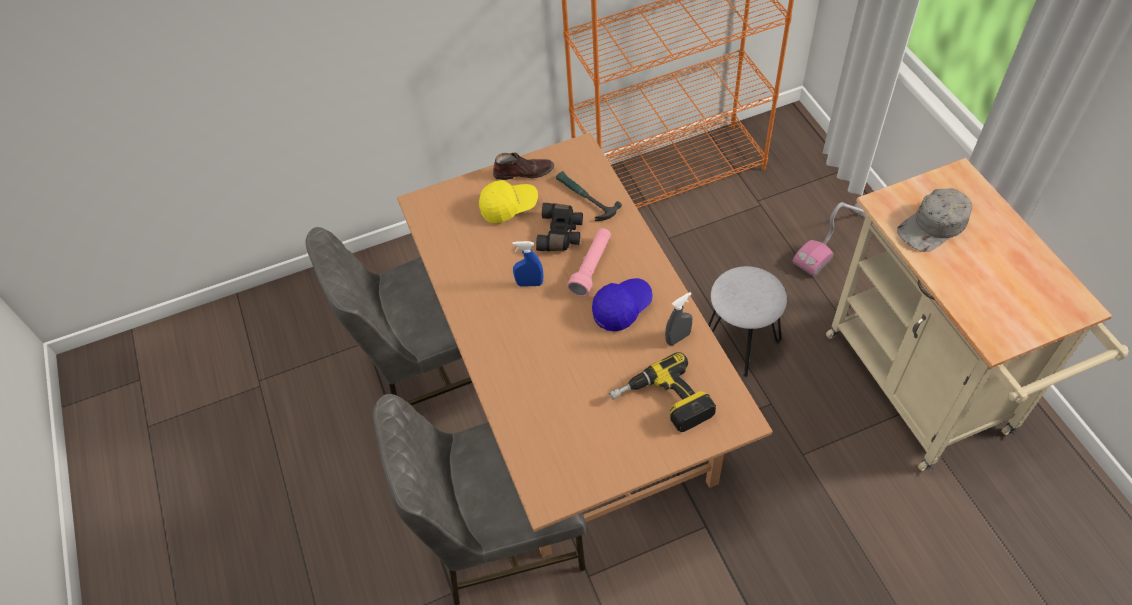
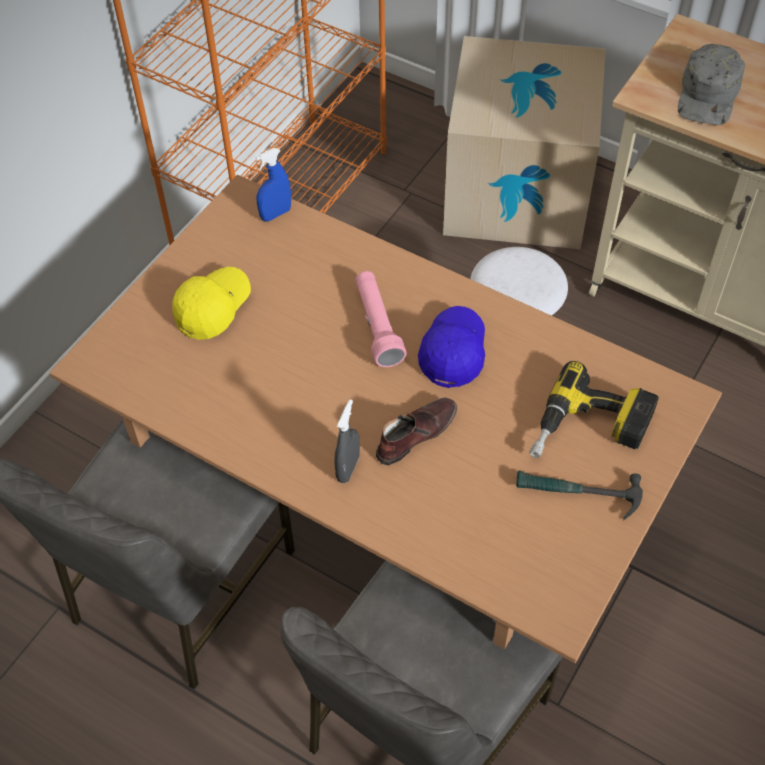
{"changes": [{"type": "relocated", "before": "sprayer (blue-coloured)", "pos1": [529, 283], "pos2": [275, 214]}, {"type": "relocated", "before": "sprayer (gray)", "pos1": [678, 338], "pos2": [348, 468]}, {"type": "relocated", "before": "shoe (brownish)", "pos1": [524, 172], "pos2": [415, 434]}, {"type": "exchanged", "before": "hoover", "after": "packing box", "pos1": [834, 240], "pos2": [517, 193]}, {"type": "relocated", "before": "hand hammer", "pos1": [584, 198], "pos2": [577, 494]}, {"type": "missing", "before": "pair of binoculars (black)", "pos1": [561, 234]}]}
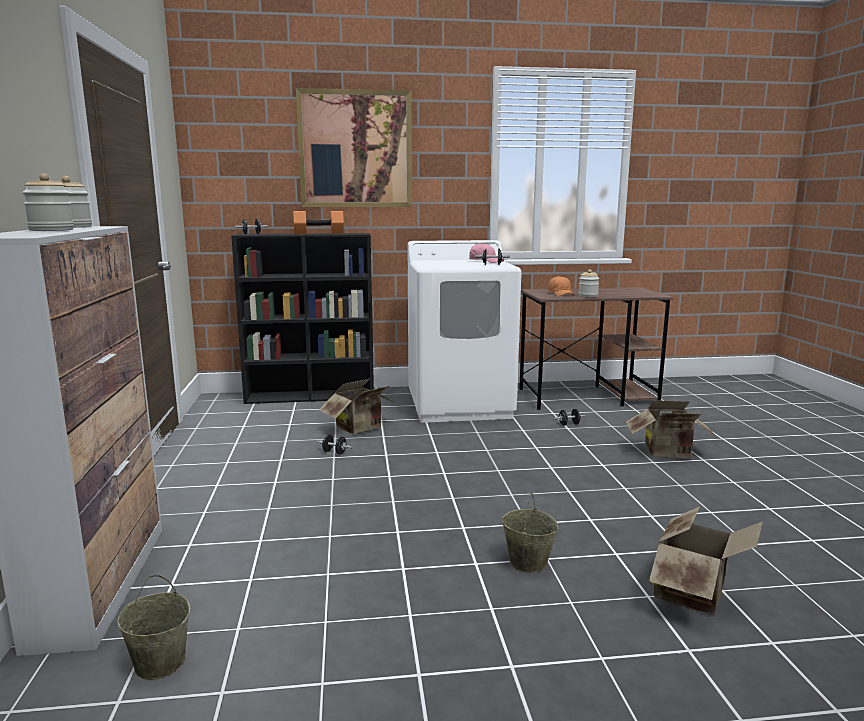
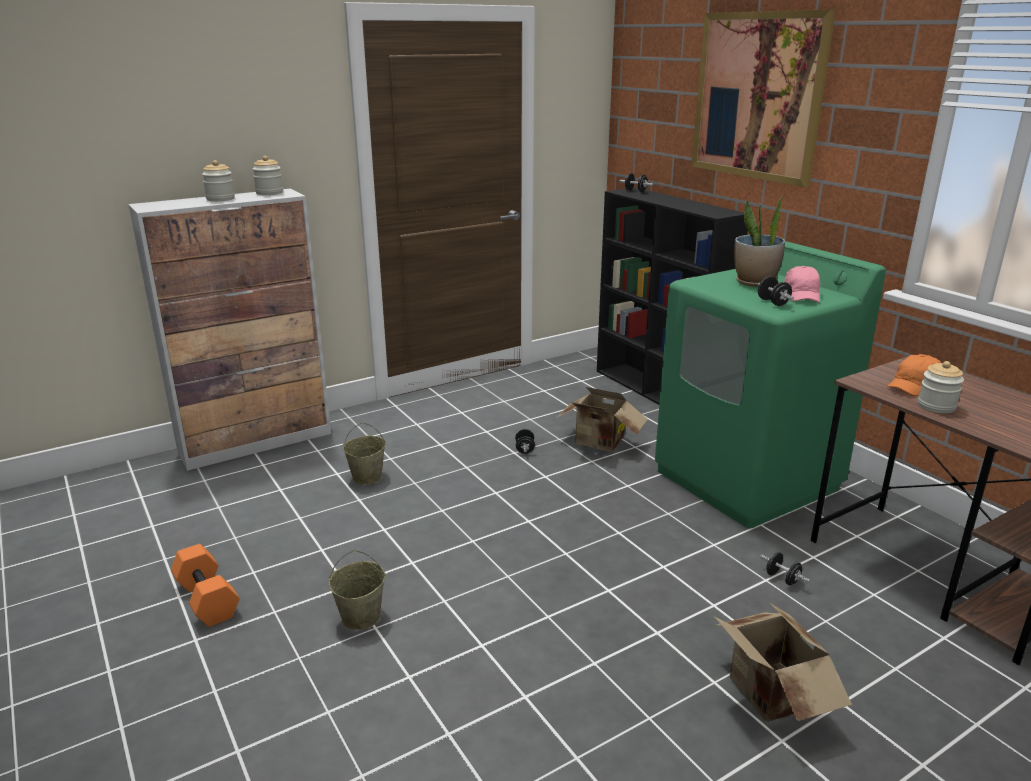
{"changes": [{"type": "relocated", "before": "hand weight (orange-coloured)", "pos1": [319, 233], "pos2": [209, 599]}, {"type": "relocated", "before": "pail (sand-coloured)", "pos1": [159, 663], "pos2": [367, 477]}, {"type": "colour", "before": "washing machine (white-coloured)", "after": "washing machine (green-coloured)", "pos1": [460, 405], "pos2": [747, 480]}, {"type": "appeared", "after": "houseplant", "pos2": [755, 282]}, {"type": "missing", "before": "packing box", "pos1": [696, 594]}]}
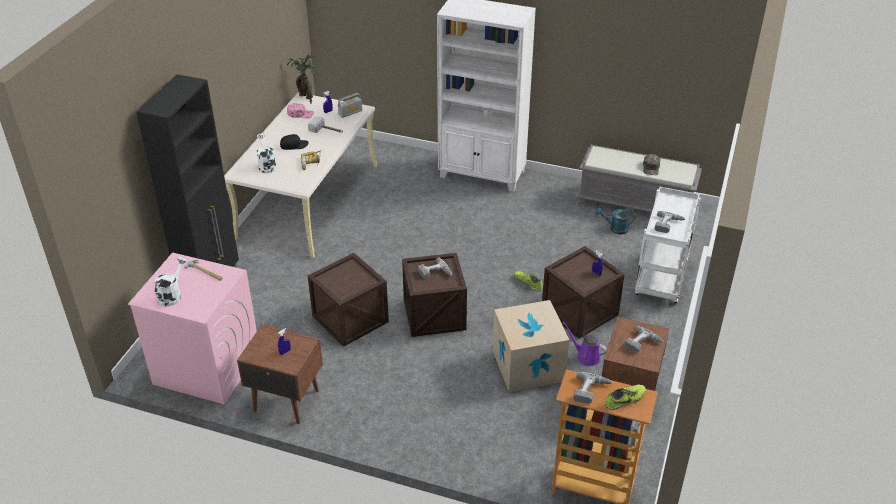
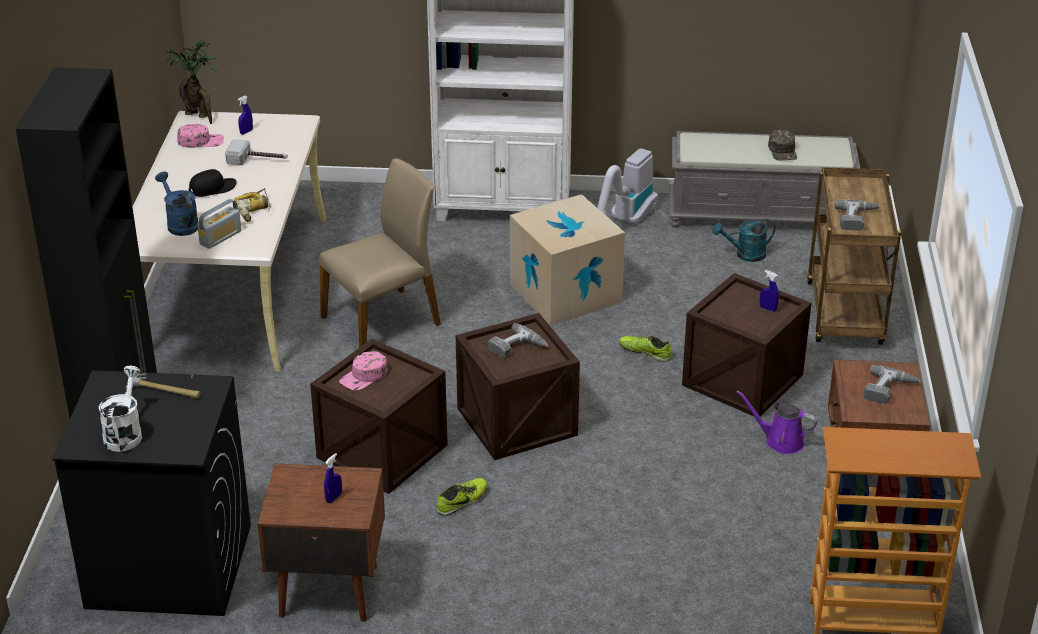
{"changes": [{"type": "colour", "before": "washing machine (pink)", "after": "washing machine (black)", "pos1": [206, 367], "pos2": [168, 566]}, {"type": "colour", "before": "watering can (white-coloured)", "after": "watering can (blue-coloured)", "pos1": [266, 165], "pos2": [180, 224]}, {"type": "relocated", "before": "radio set", "pos1": [350, 113], "pos2": [220, 237]}, {"type": "appeared", "after": "upright chair (sand-coloured)", "pos2": [383, 321]}, {"type": "appeared", "after": "peaked cap (pink)", "pos2": [364, 376]}, {"type": "relocated", "before": "shoe", "pos1": [625, 400], "pos2": [462, 501]}, {"type": "relocated", "before": "packing box", "pos1": [528, 365], "pos2": [565, 293]}, {"type": "appeared", "after": "hoover", "pos2": [625, 221]}, {"type": "colour", "before": "wheeled cart (white-coloured)", "after": "wheeled cart (brownish)", "pos1": [661, 280], "pos2": [846, 315]}, {"type": "missing", "before": "power drill", "pos1": [591, 391]}]}
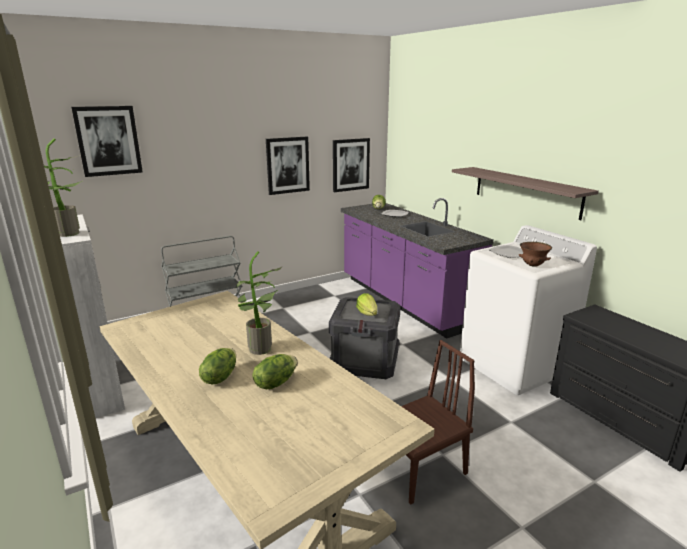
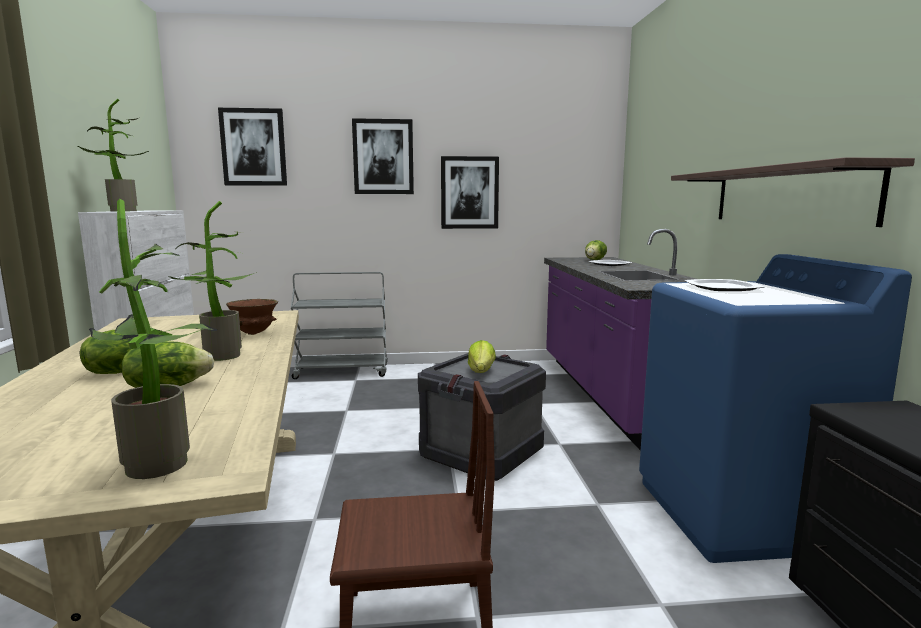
{"changes": [{"type": "appeared", "after": "houseplant", "pos2": [167, 464]}, {"type": "relocated", "before": "serving bowl (brownish)", "pos1": [533, 265], "pos2": [254, 333]}, {"type": "relocated", "before": "wall art", "pos1": [350, 164], "pos2": [383, 157]}, {"type": "colour", "before": "washing machine (white-coloured)", "after": "washing machine (blue-coloured)", "pos1": [514, 365], "pos2": [740, 514]}]}
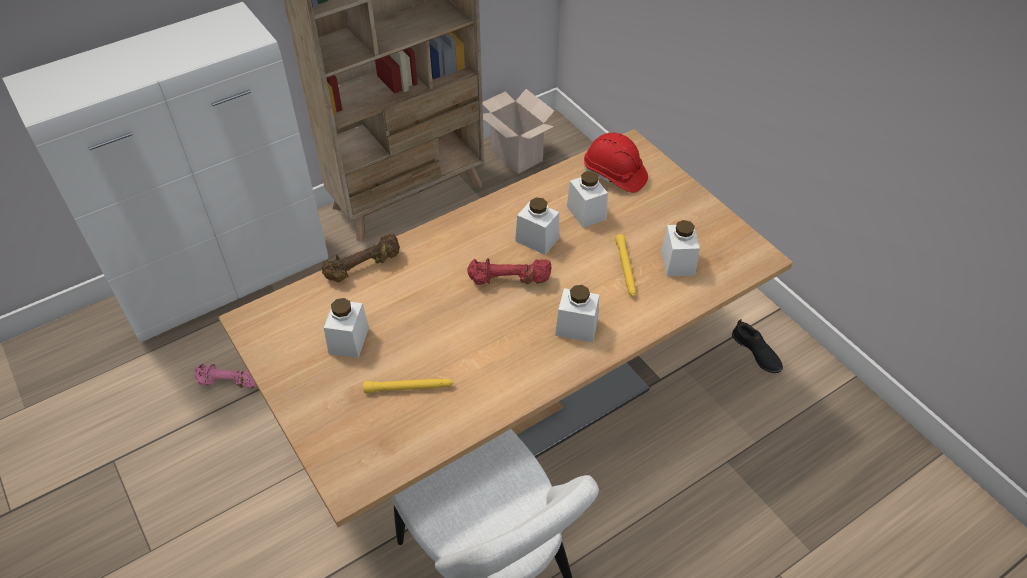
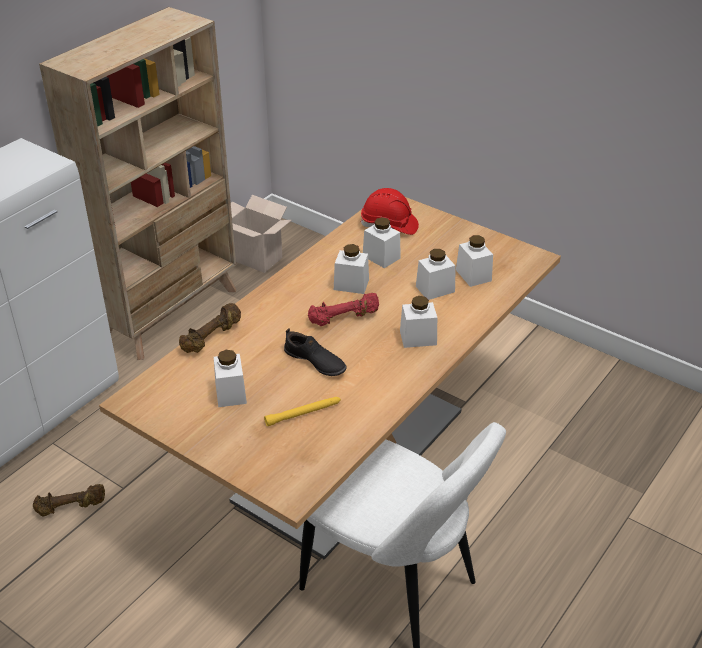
{"changes": [{"type": "colour", "before": "hand weight (pink)", "after": "hand weight (brownish)", "pos1": [230, 382], "pos2": [71, 507]}, {"type": "relocated", "before": "shoe (black)", "pos1": [756, 353], "pos2": [315, 362]}, {"type": "exchanged", "before": "torch (yellow-coloured)", "after": "preserve jar (white-coloured)", "pos1": [625, 269], "pos2": [435, 289]}]}
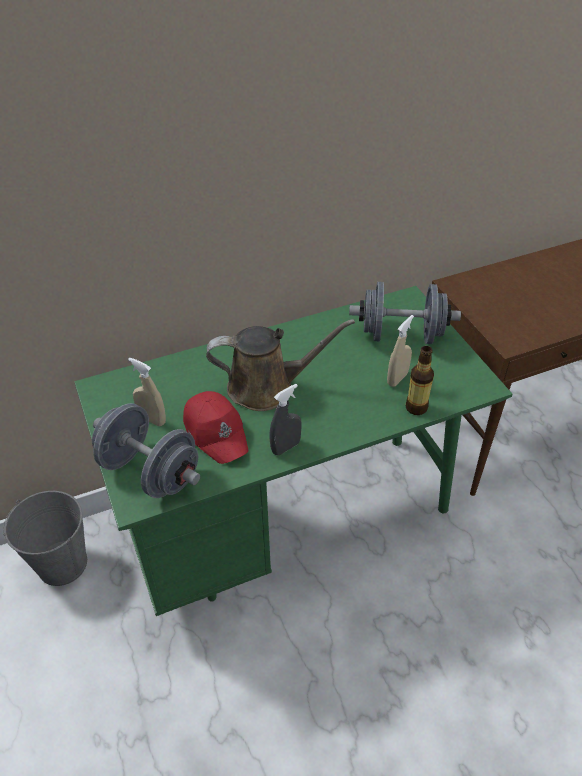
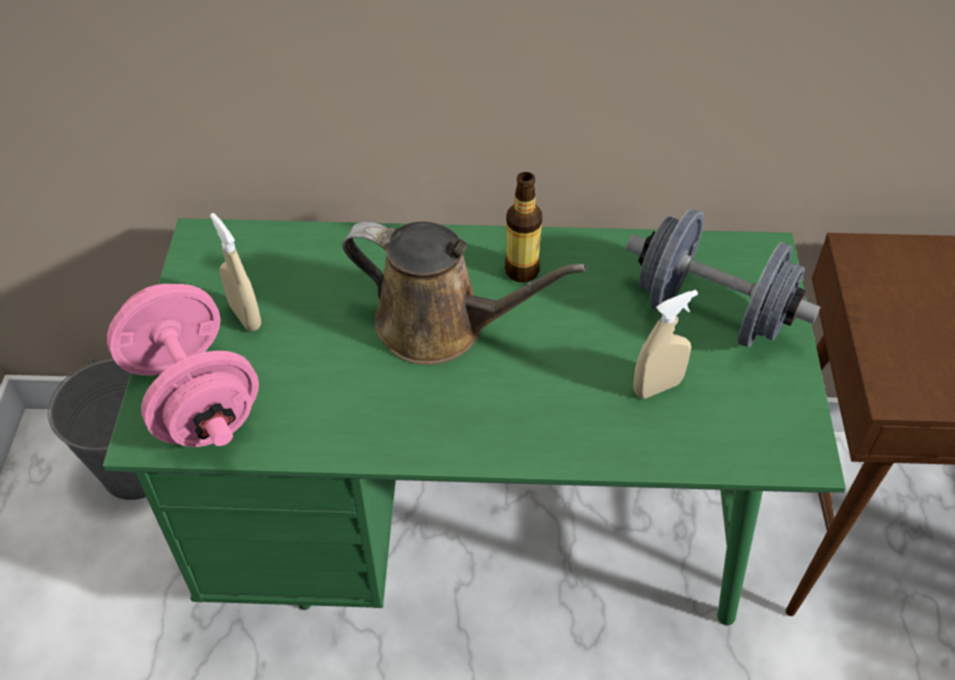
{"changes": [{"type": "colour", "before": "hand weight (gray)", "after": "hand weight (pink)", "pos1": [150, 472], "pos2": [194, 397]}, {"type": "relocated", "before": "bottle", "pos1": [416, 407], "pos2": [522, 270]}, {"type": "missing", "before": "peaked cap (red)", "pos1": [216, 432]}, {"type": "missing", "before": "sprayer (gray)", "pos1": [286, 447]}]}
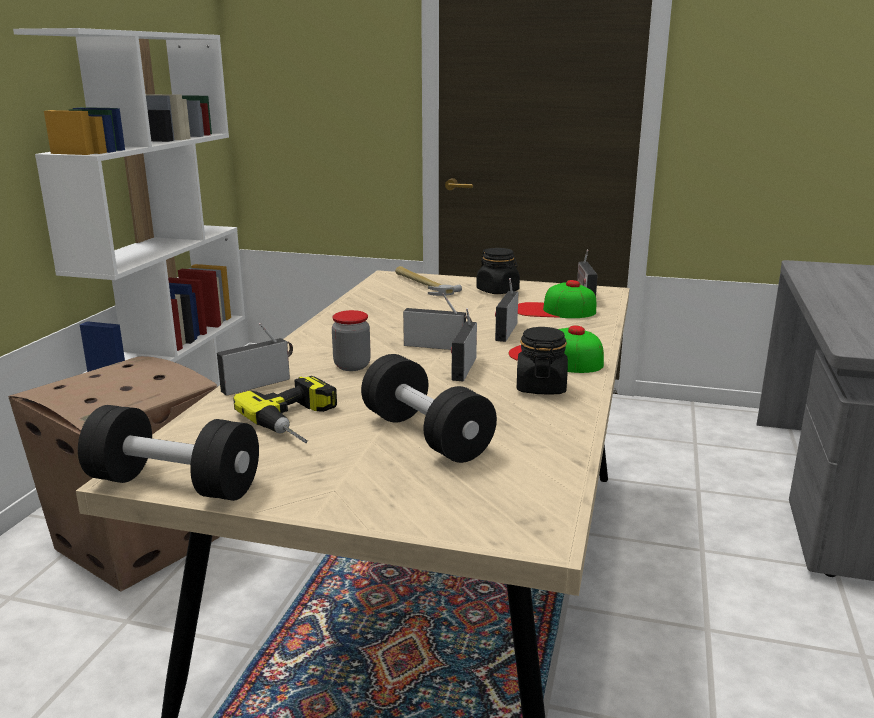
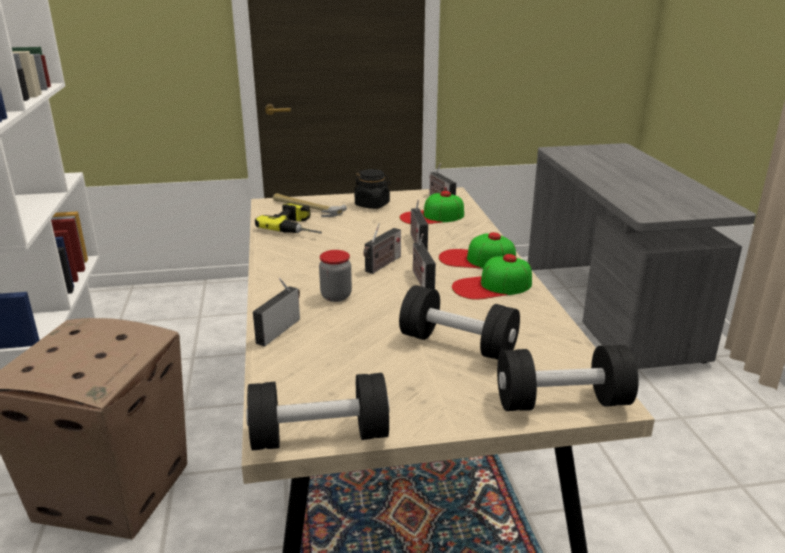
{"changes": [{"type": "relocated", "before": "power drill", "pos1": [301, 421], "pos2": [299, 227]}, {"type": "spun", "before": "radio set", "pos1": [438, 346], "pos2": [382, 265], "turn": 135}, {"type": "exchanged", "before": "preserve jar (black)", "after": "peaked cap", "pos1": [541, 387], "pos2": [492, 286]}, {"type": "appeared", "after": "hand weight (black)", "pos2": [562, 402]}]}
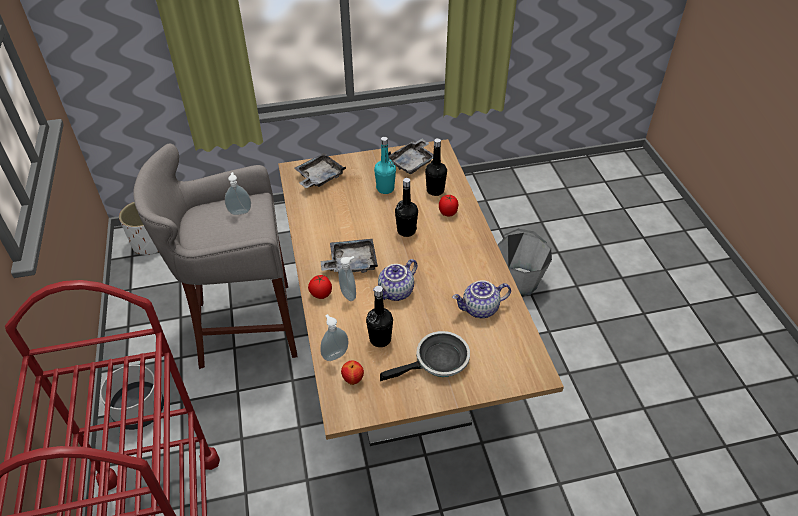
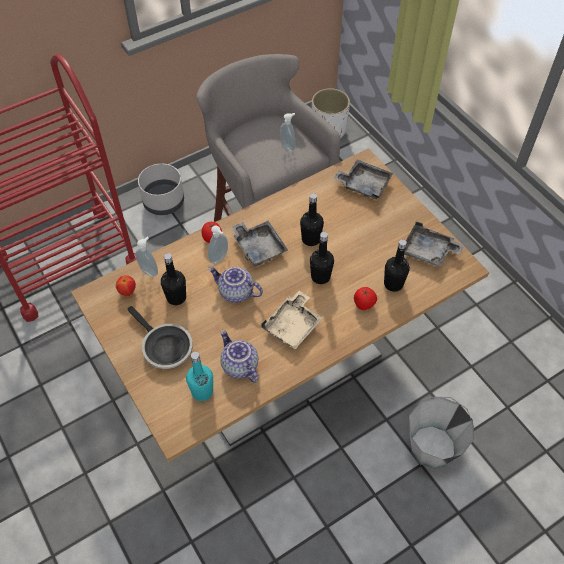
{"changes": [{"type": "relocated", "before": "bottle (blue-green)", "pos1": [385, 189], "pos2": [202, 391]}, {"type": "appeared", "after": "carrying tray (sand-coloured)", "pos2": [293, 326]}, {"type": "appeared", "after": "bottle (black)", "pos2": [311, 239]}]}
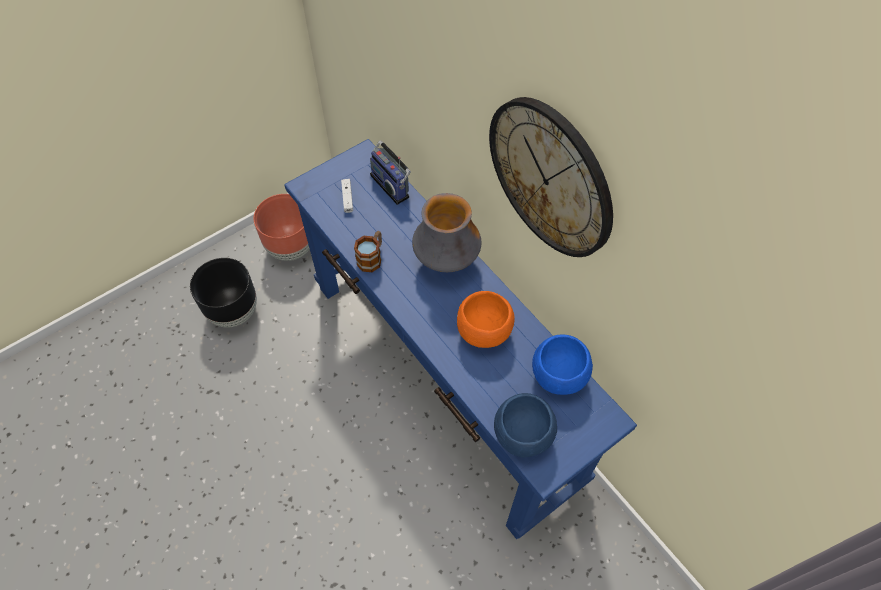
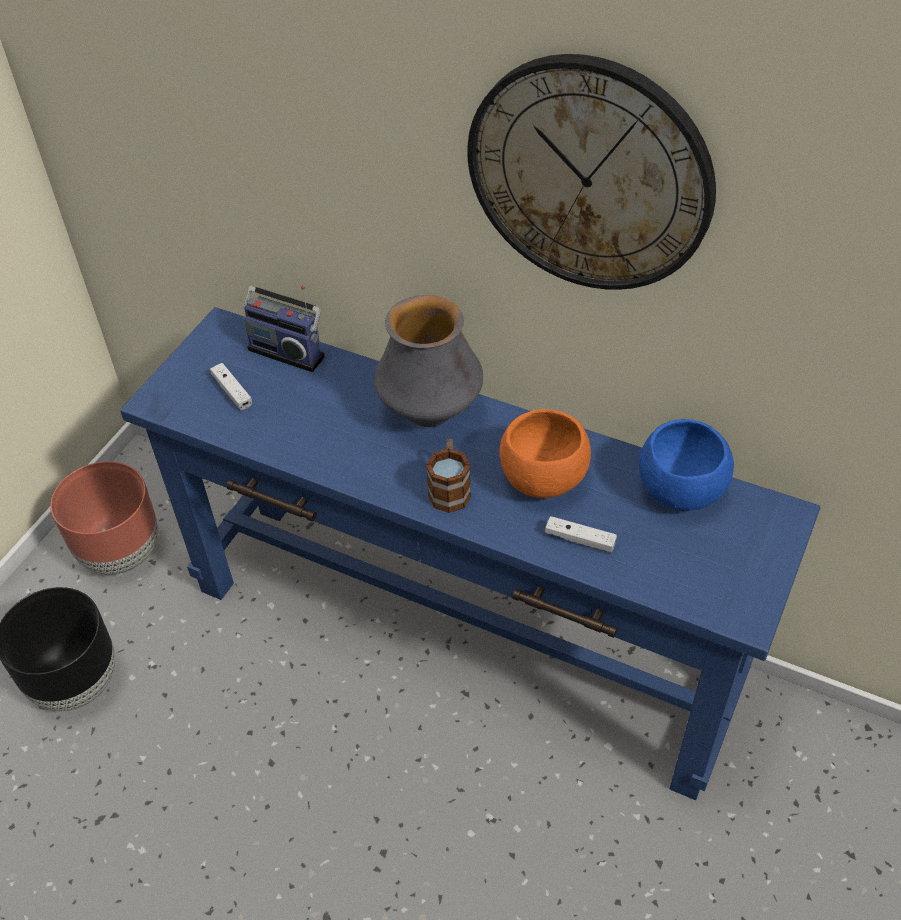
{"changes": [{"type": "relocated", "before": "tea mug", "pos1": [372, 257], "pos2": [449, 488]}, {"type": "appeared", "after": "gamepad (white-coloured)", "pos2": [580, 539]}, {"type": "missing", "before": "serving bowl (blue-coloured)", "pos1": [522, 435]}]}
